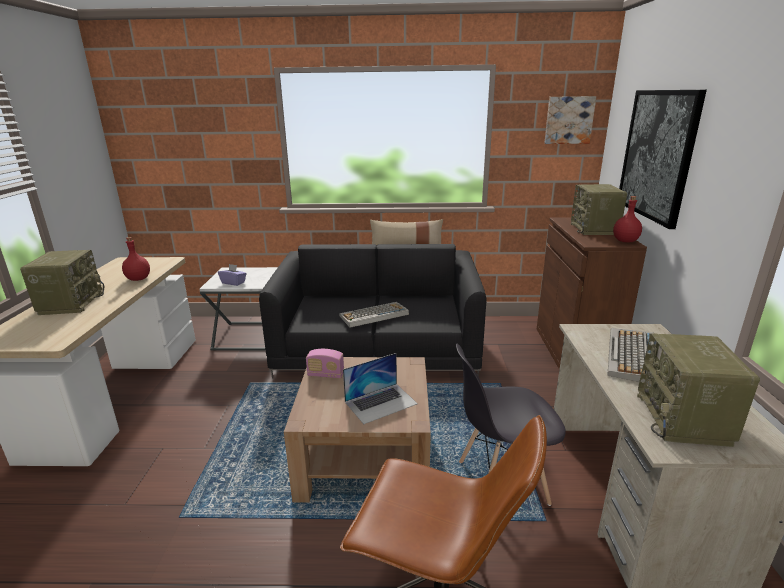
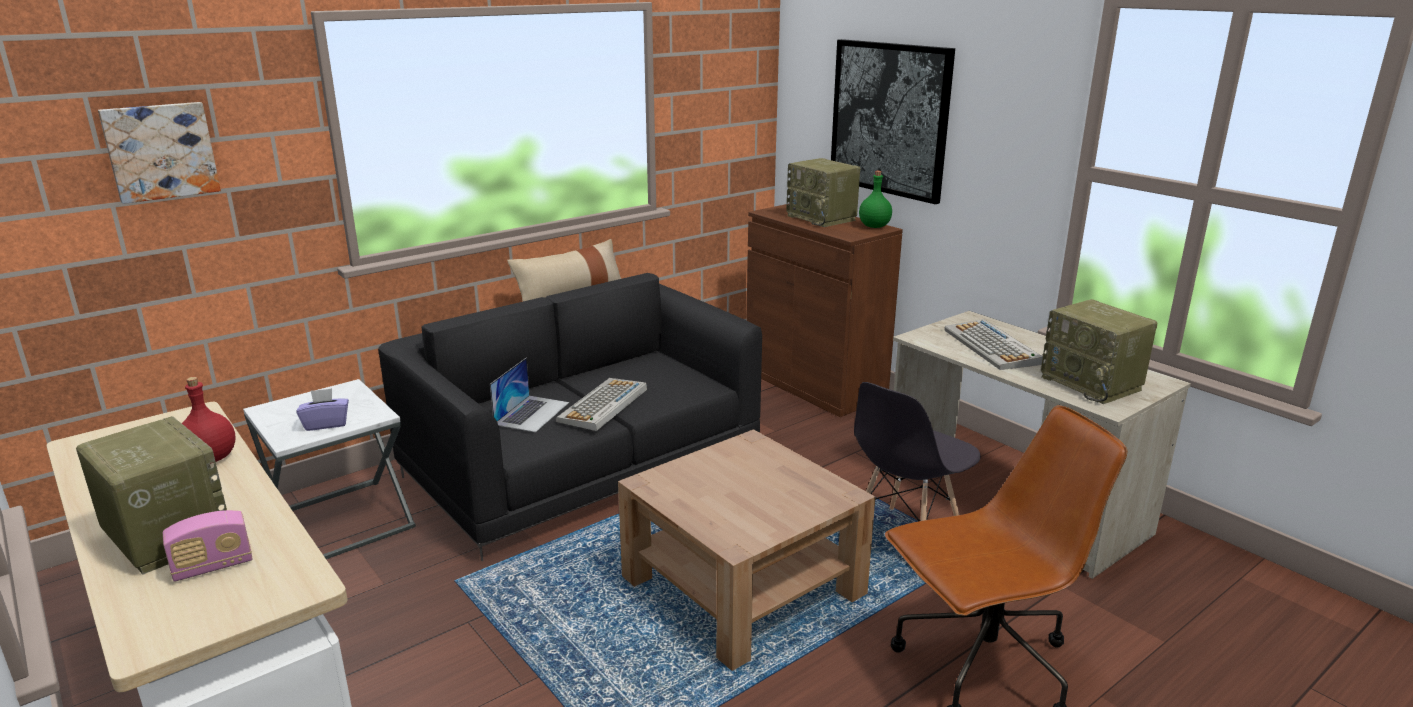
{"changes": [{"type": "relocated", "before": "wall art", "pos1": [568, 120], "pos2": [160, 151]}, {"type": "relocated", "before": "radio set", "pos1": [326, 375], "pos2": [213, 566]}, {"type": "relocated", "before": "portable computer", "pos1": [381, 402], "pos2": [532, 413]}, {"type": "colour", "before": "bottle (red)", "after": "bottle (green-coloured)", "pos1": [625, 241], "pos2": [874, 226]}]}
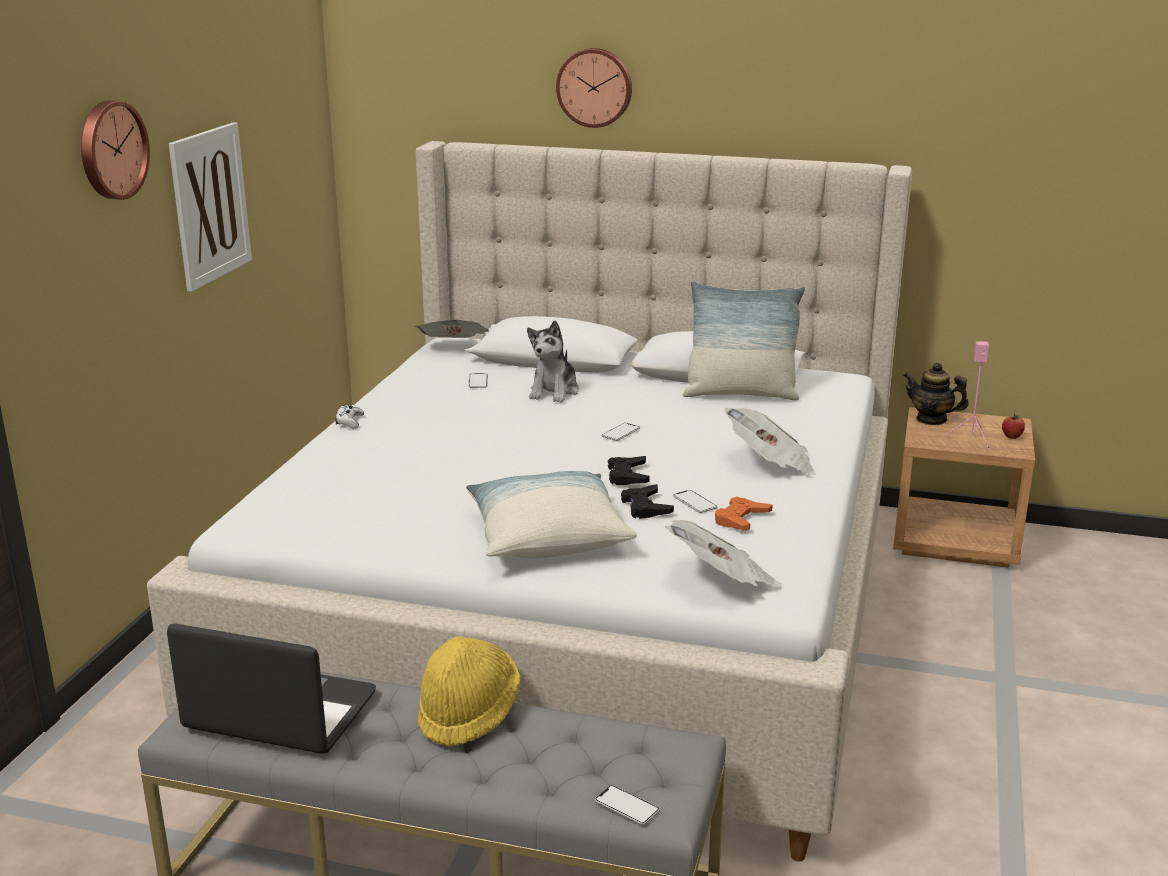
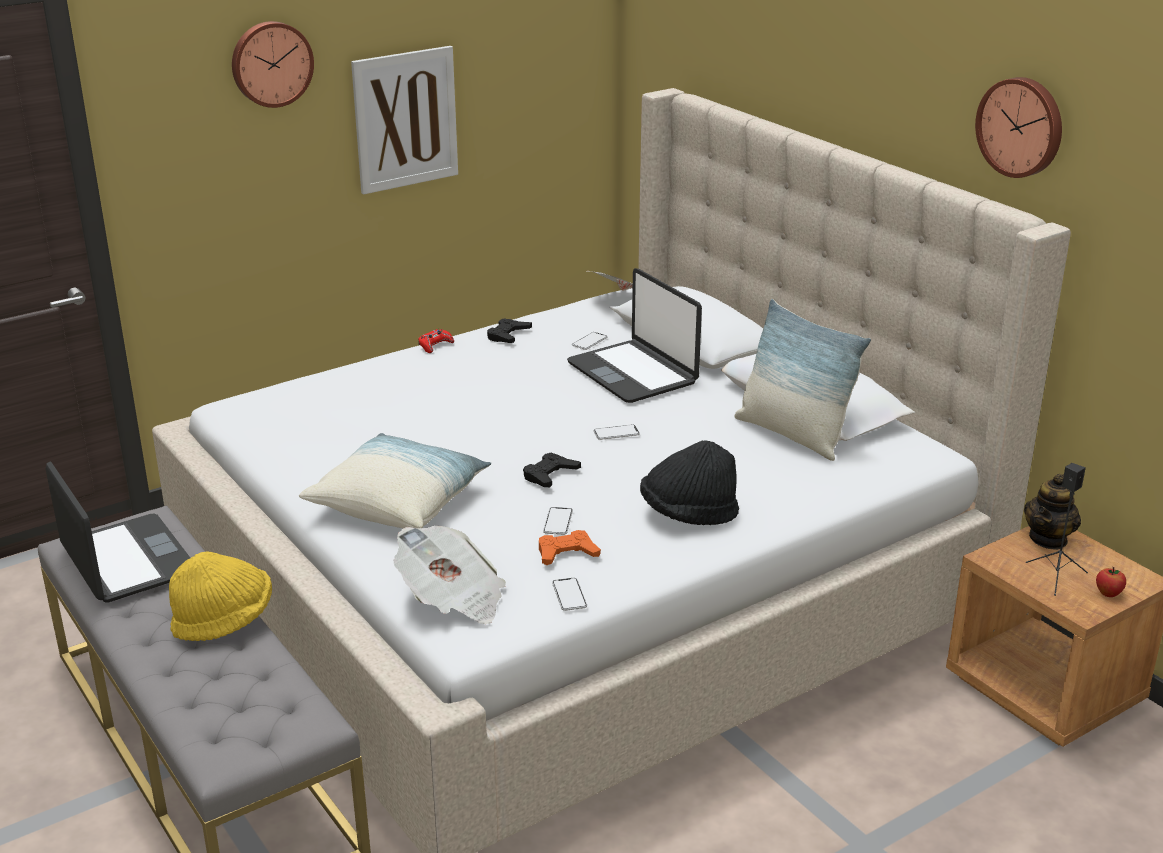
{"changes": [{"type": "colour", "before": "gamepad (white-coloured)", "after": "gamepad (red)", "pos1": [349, 421], "pos2": [435, 345]}, {"type": "relocated", "before": "gamepad (black)", "pos1": [645, 507], "pos2": [508, 335]}, {"type": "relocated", "before": "handset", "pos1": [626, 806], "pos2": [569, 595]}, {"type": "exchanged", "before": "soft toy", "after": "portable computer", "pos1": [554, 391], "pos2": [633, 373]}, {"type": "exchanged", "before": "newspaper", "after": "clothing hat (black)", "pos1": [770, 464], "pos2": [688, 514]}, {"type": "relocated", "before": "clock on the wall", "pos1": [595, 87], "pos2": [1021, 126]}, {"type": "spun", "before": "tea pot", "pos1": [931, 419], "pos2": [1048, 539], "turn": -120}, {"type": "colour", "before": "speaker (pink)", "after": "speaker (black)", "pos1": [971, 438], "pos2": [1056, 576]}]}
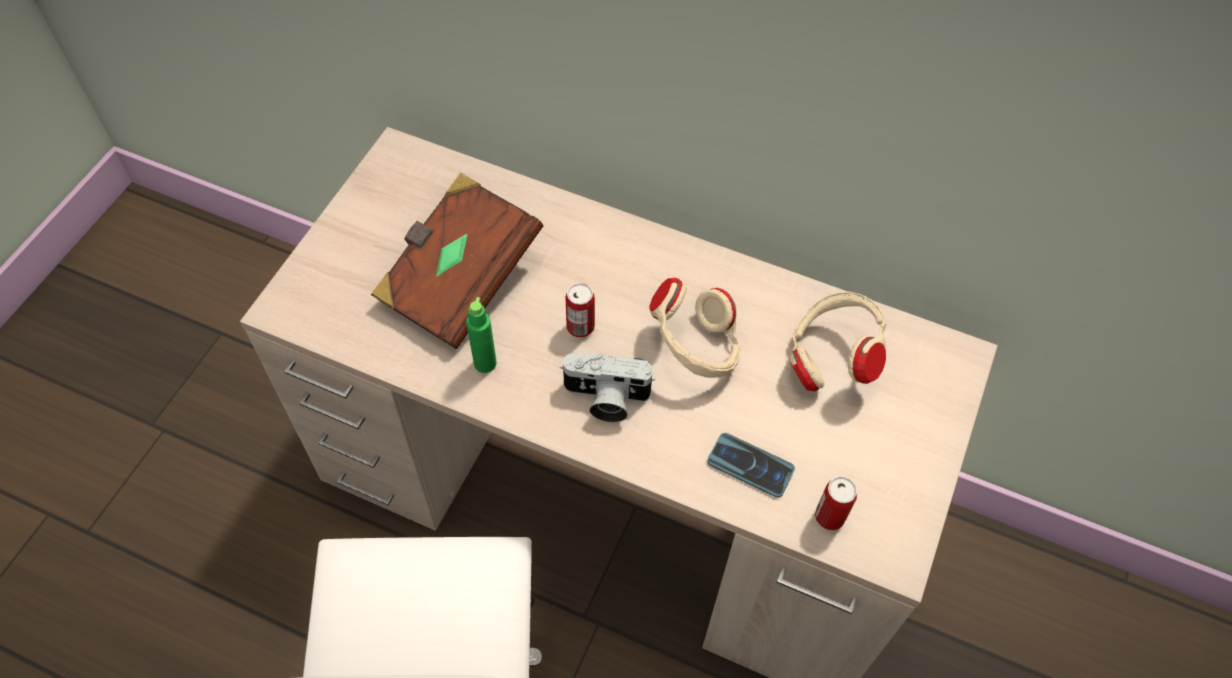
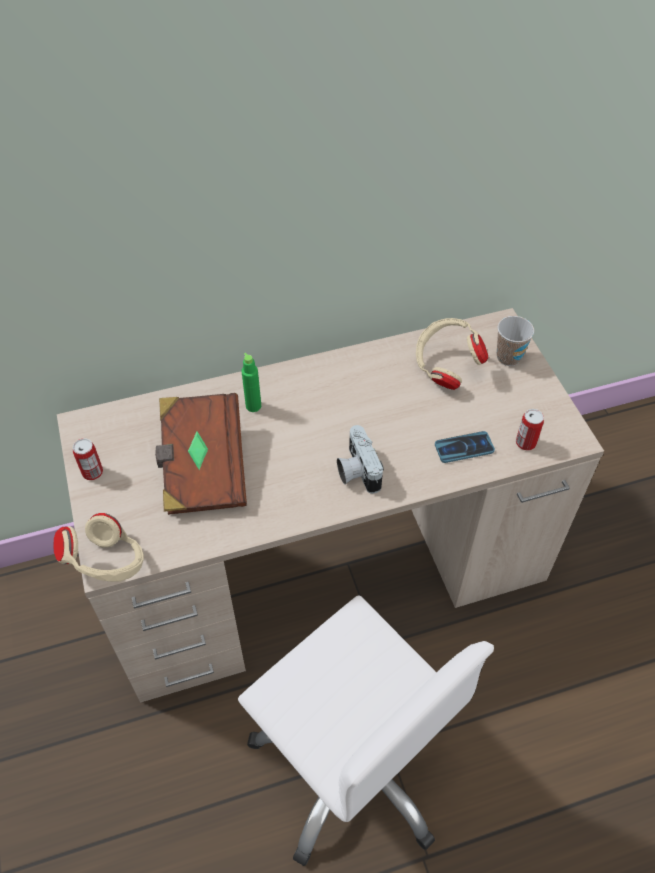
{"changes": [{"type": "relocated", "before": "headphones (sand-coloured)", "pos1": [695, 349], "pos2": [108, 565]}, {"type": "relocated", "before": "sealed can", "pos1": [580, 327], "pos2": [92, 472]}, {"type": "relocated", "before": "bottle (green-coloured)", "pos1": [485, 363], "pos2": [253, 406]}, {"type": "spun", "before": "still camera", "pos1": [605, 399], "pos2": [356, 470], "turn": 105}, {"type": "appeared", "after": "drinking cup", "pos2": [508, 357]}]}
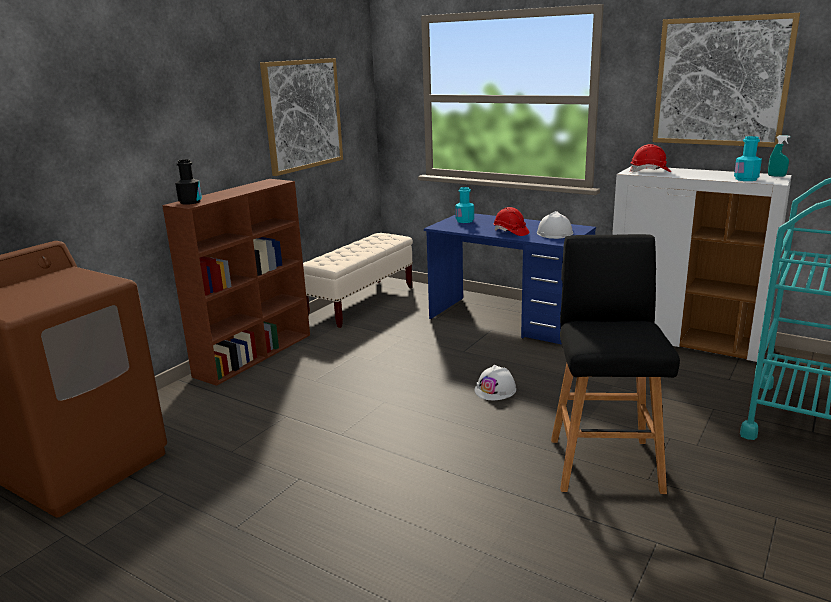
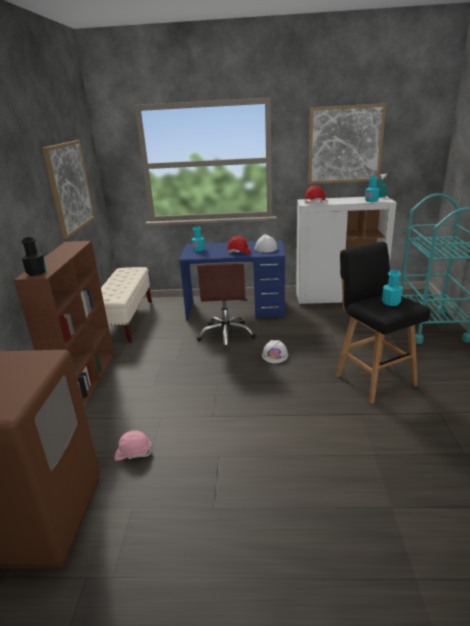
{"changes": [{"type": "appeared", "after": "work helmet (pink)", "pos2": [133, 453]}, {"type": "appeared", "after": "office chair (brownish)", "pos2": [226, 335]}, {"type": "appeared", "after": "bottle (blue-green)", "pos2": [391, 302]}]}
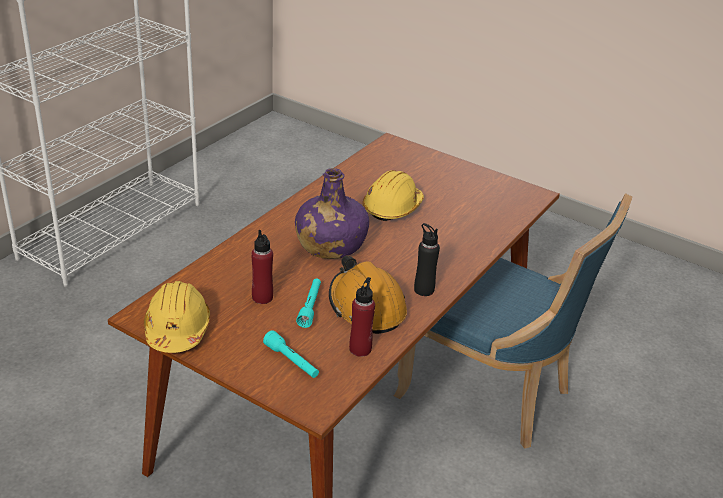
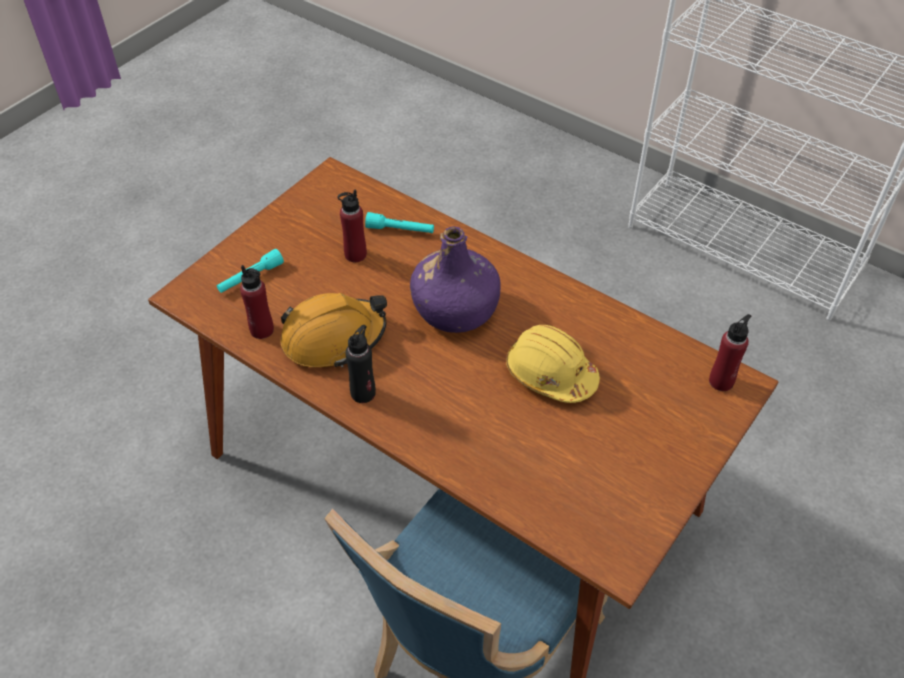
{"changes": [{"type": "relocated", "before": "torch (blue-green)", "pos1": [310, 307], "pos2": [400, 230]}, {"type": "appeared", "after": "bottle (red)", "pos2": [721, 381]}, {"type": "missing", "before": "work helmet (yellow-coloured)", "pos1": [177, 329]}]}
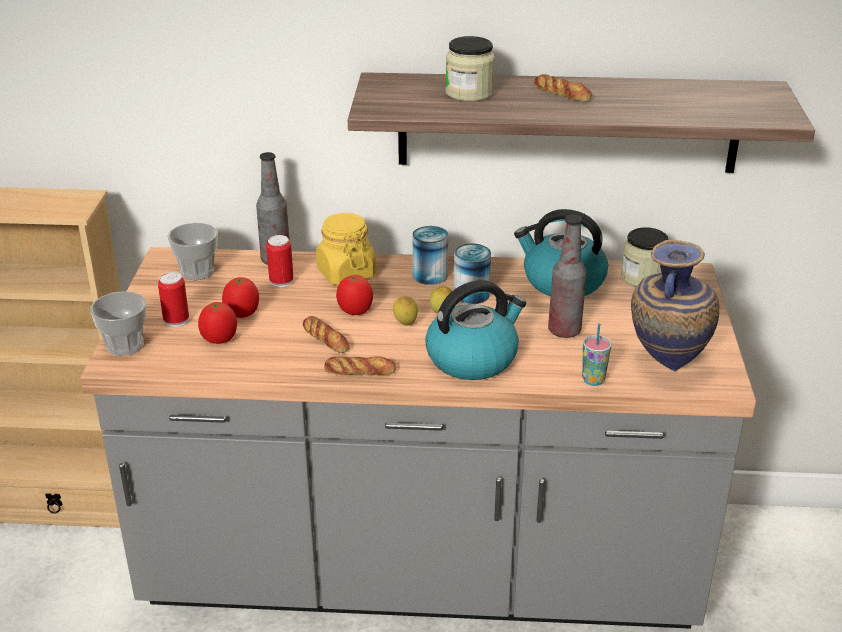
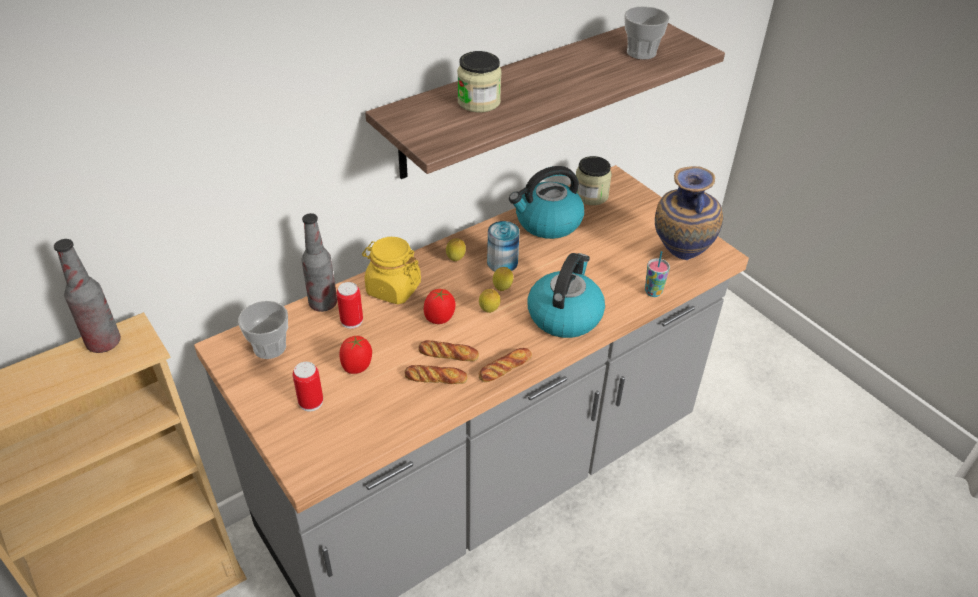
{"changes": [{"type": "relocated", "before": "bottle", "pos1": [564, 331], "pos2": [104, 343]}, {"type": "relocated", "before": "bakery bread", "pos1": [562, 93], "pos2": [436, 378]}, {"type": "exchanged", "before": "sealed can", "after": "lemon", "pos1": [430, 275], "pos2": [455, 260]}, {"type": "relocated", "before": "drinking cup", "pos1": [125, 345], "pos2": [641, 52]}, {"type": "missing", "before": "whole tomato", "pos1": [219, 339]}]}
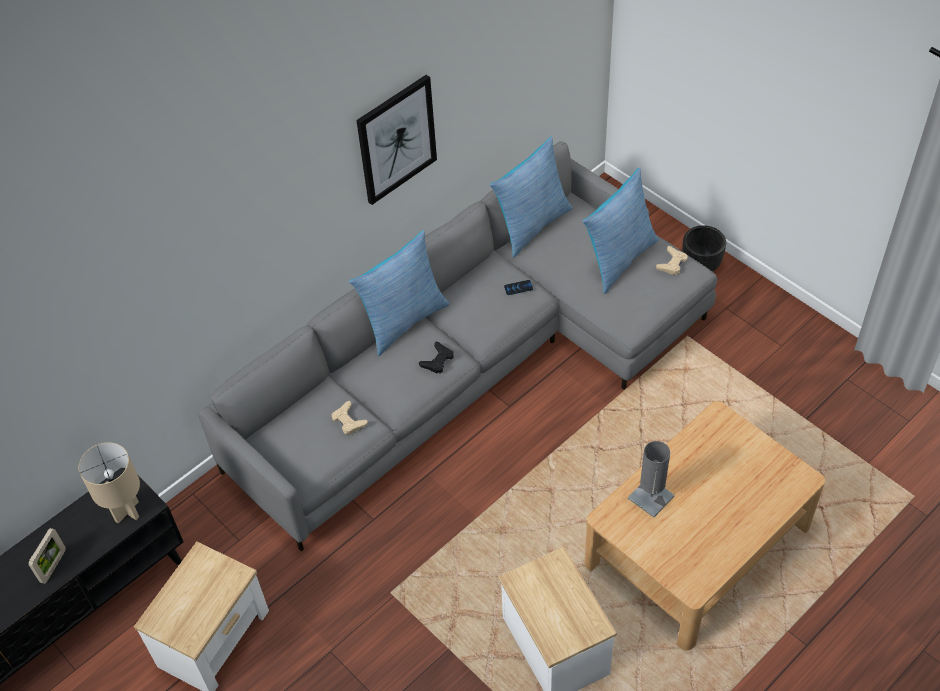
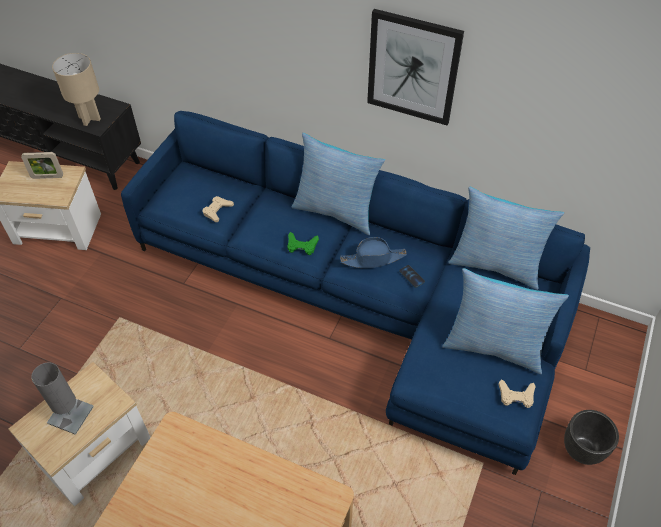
{"changes": [{"type": "relocated", "before": "picture frame", "pos1": [53, 566], "pos2": [47, 177]}, {"type": "relocated", "before": "table lamp (gray)", "pos1": [651, 497], "pos2": [70, 415]}, {"type": "colour", "before": "sofa (gray)", "after": "sofa (blue-coloured)", "pos1": [474, 364], "pos2": [362, 298]}, {"type": "colour", "before": "gamepad (black)", "after": "gamepad (green-coloured)", "pos1": [437, 360], "pos2": [302, 246]}, {"type": "appeared", "after": "clothing hat (blue-coloured)", "pos2": [373, 259]}]}
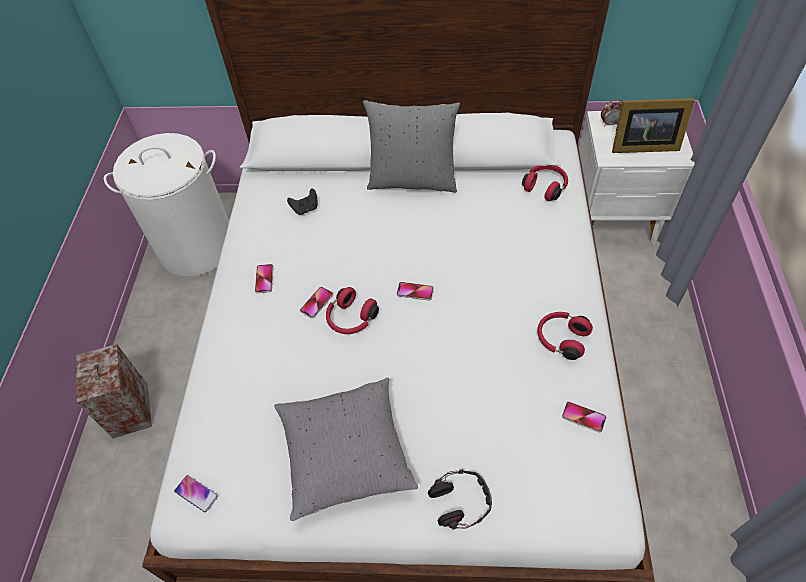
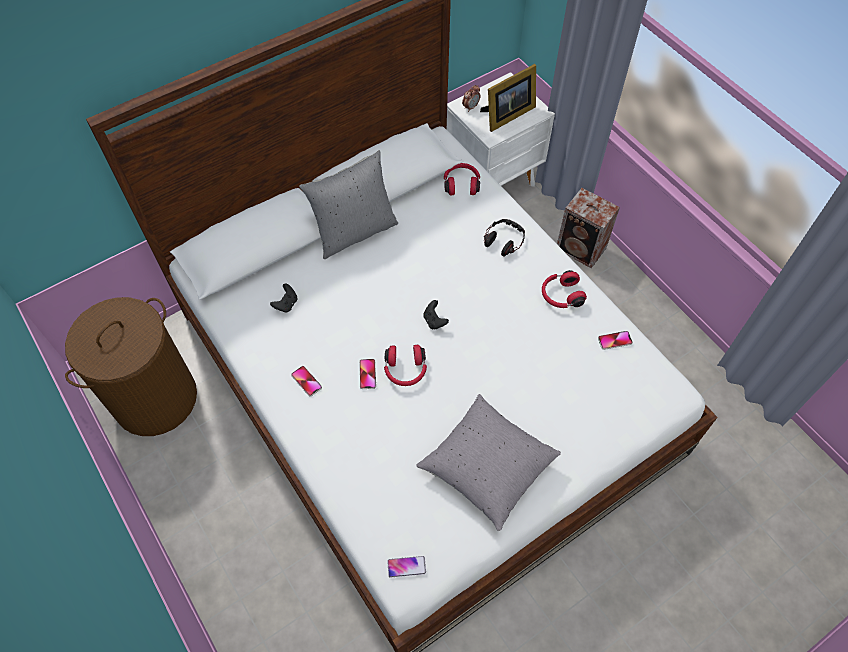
{"changes": [{"type": "colour", "before": "hamper (white-coloured)", "after": "hamper (brownish)", "pos1": [197, 246], "pos2": [155, 398]}, {"type": "exchanged", "before": "handset", "after": "gamepad (black)", "pos1": [415, 291], "pos2": [434, 321]}, {"type": "relocated", "before": "headphones", "pos1": [460, 501], "pos2": [504, 240]}, {"type": "relocated", "before": "speaker", "pos1": [129, 412], "pos2": [582, 249]}]}
